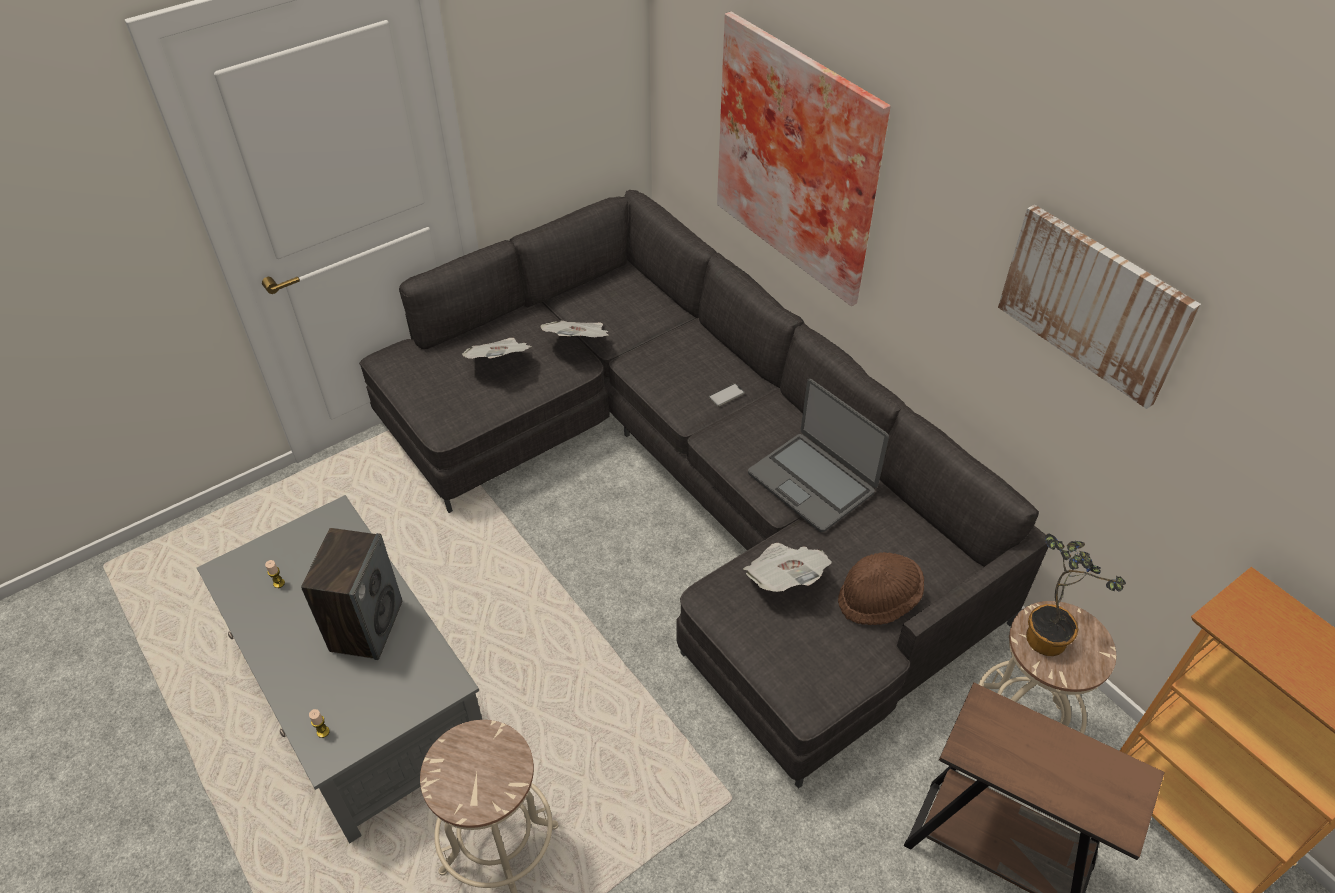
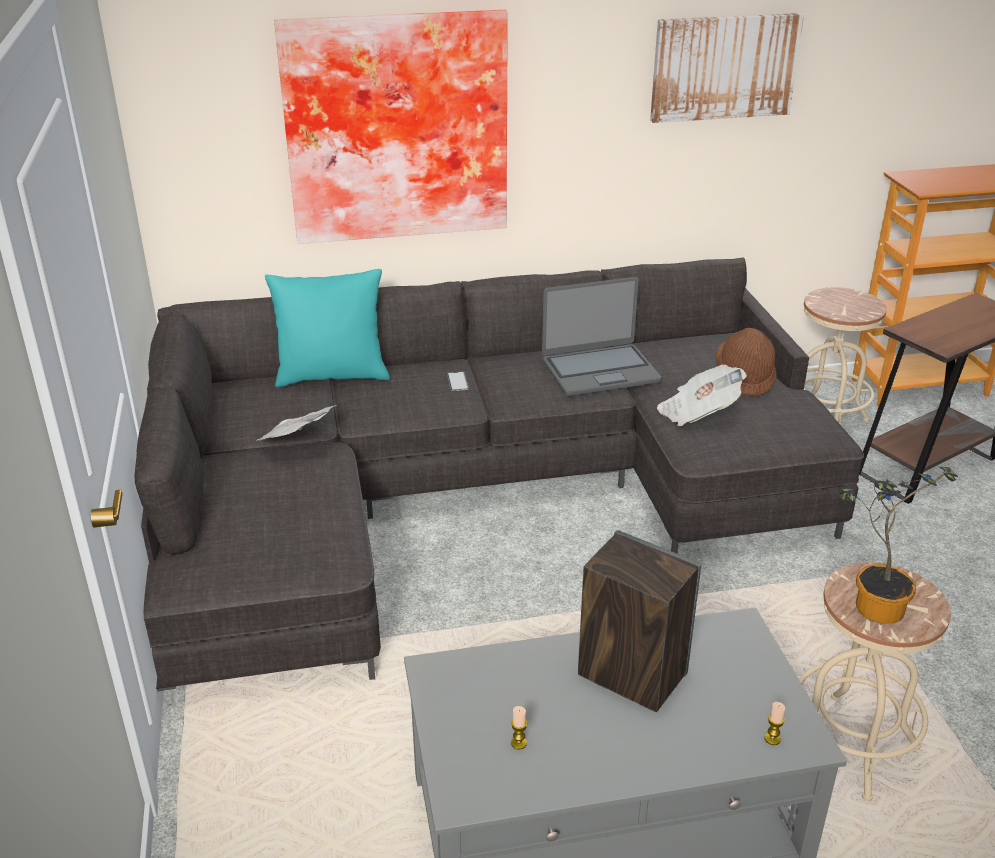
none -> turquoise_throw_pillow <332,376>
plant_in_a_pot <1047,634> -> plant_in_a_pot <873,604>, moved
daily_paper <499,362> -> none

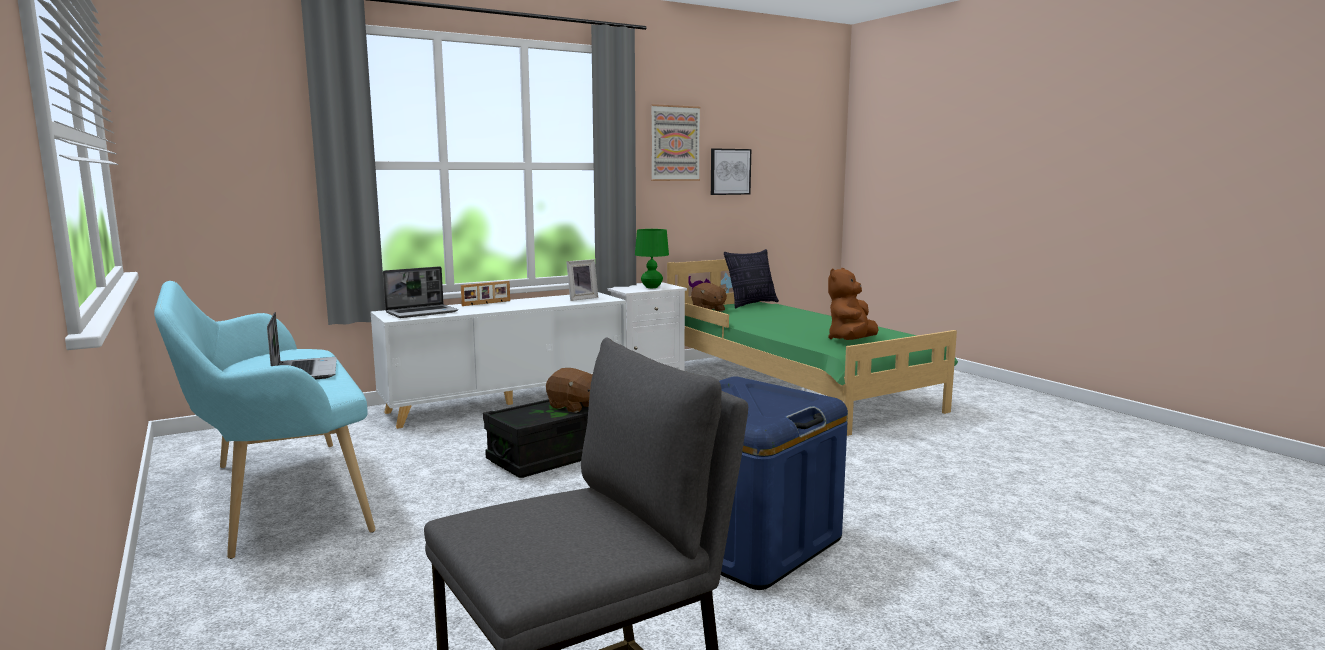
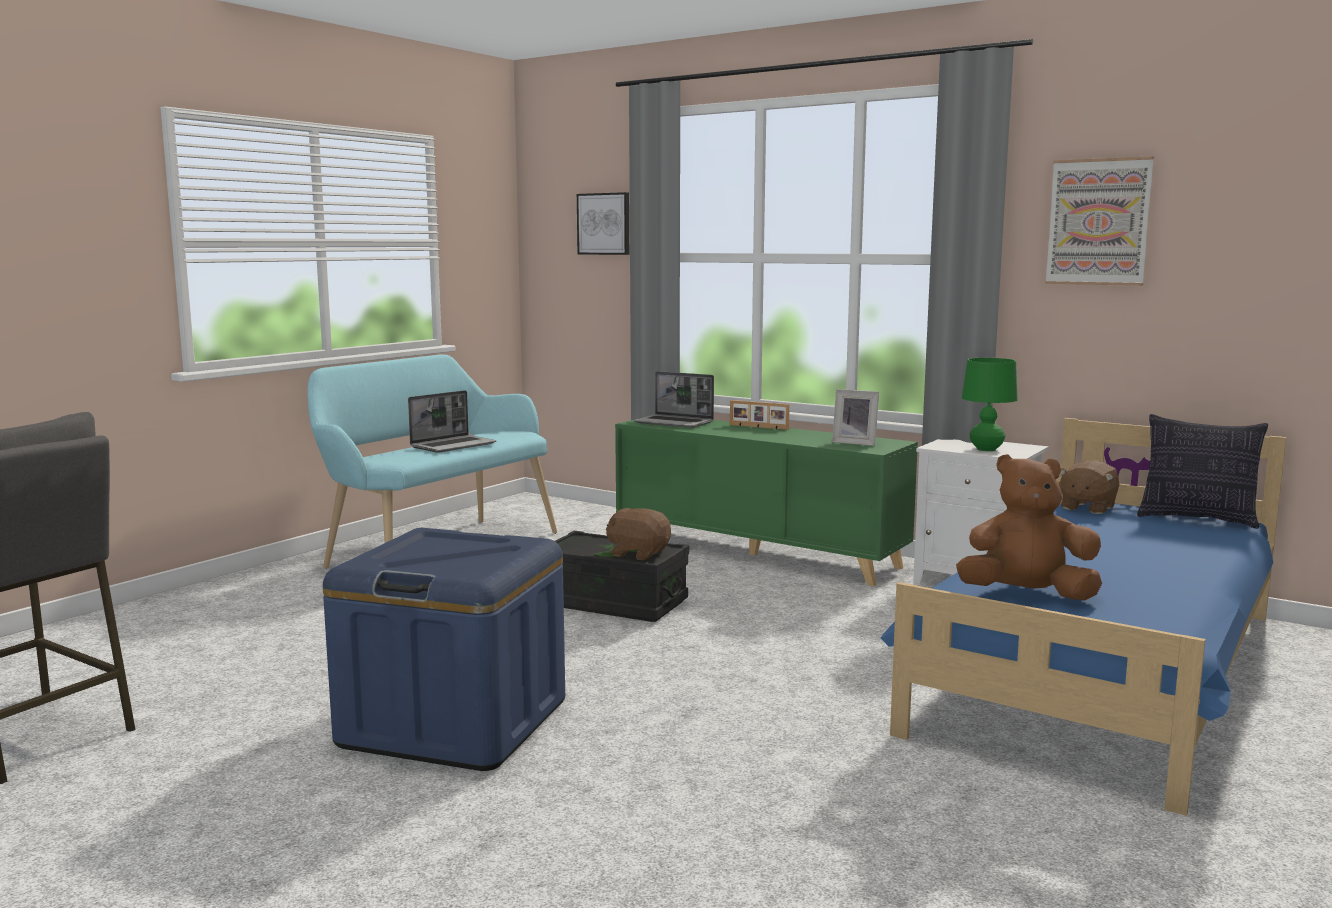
wall_picture <729,171> -> wall_picture <604,224>, moved
brown_cuddly_toy <573,406> -> brown_cuddly_toy <638,553>, 105 degrees clockwise
white_cabinet <508,402> -> green-coloured_cabinet <758,552>
green-coloured_sleeping_bed <795,385> -> bluish_sleeping_bed <1105,671>

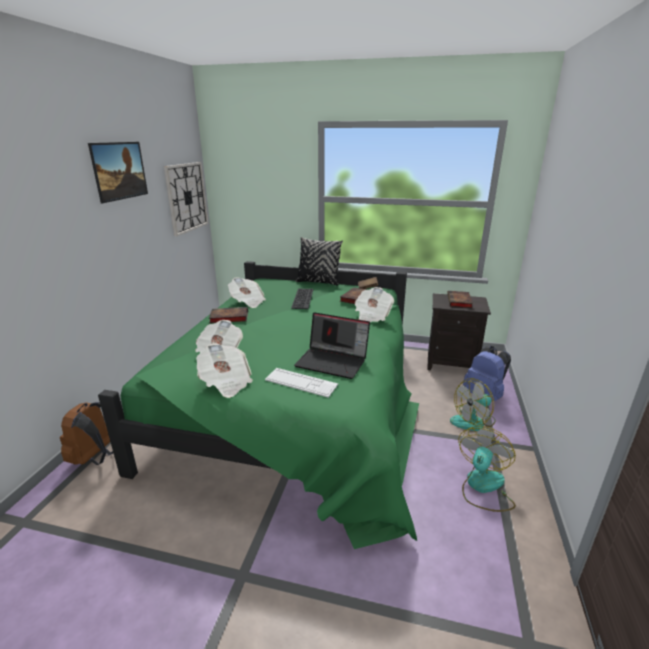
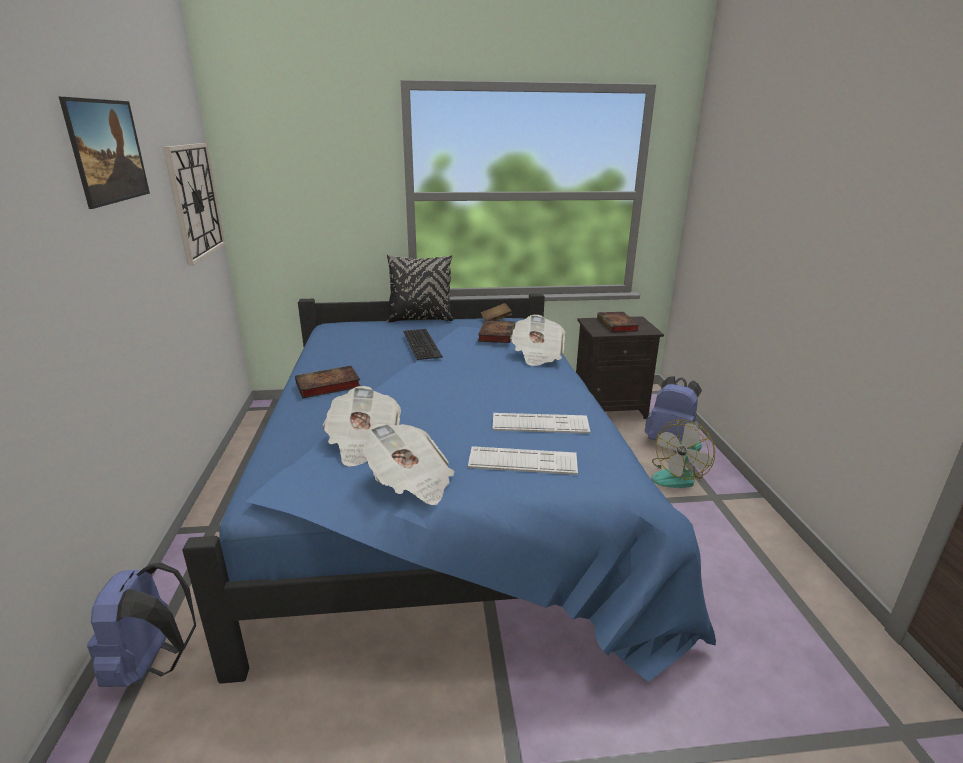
brown_rucksack <96,457> -> bluish_rucksack <152,663>
green-coloured_sleeping_bed <299,404> -> bluish_sleeping_bed <447,499>
notebook_computer <333,361> -> computer_keyboard <540,424>
daily_paper <247,301> -> none
fan <483,487> -> none

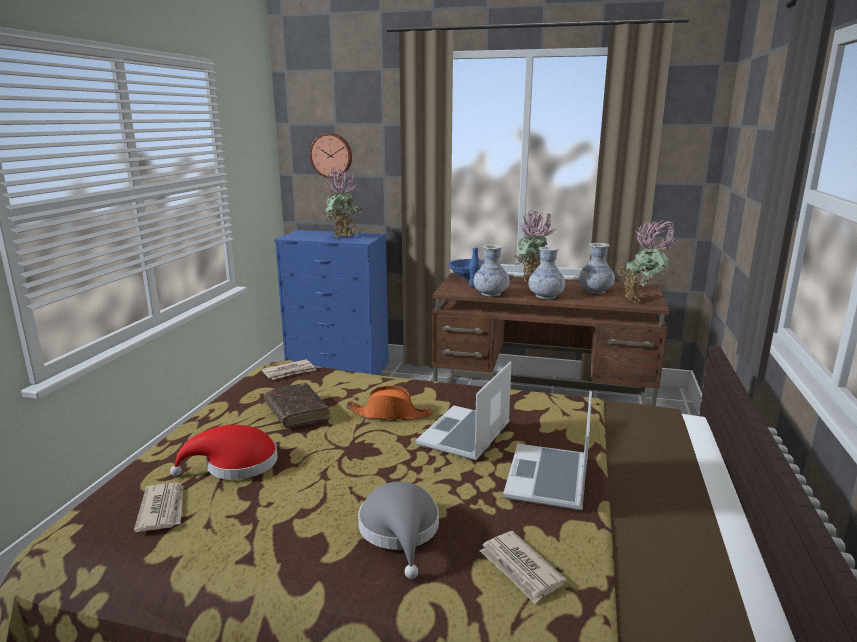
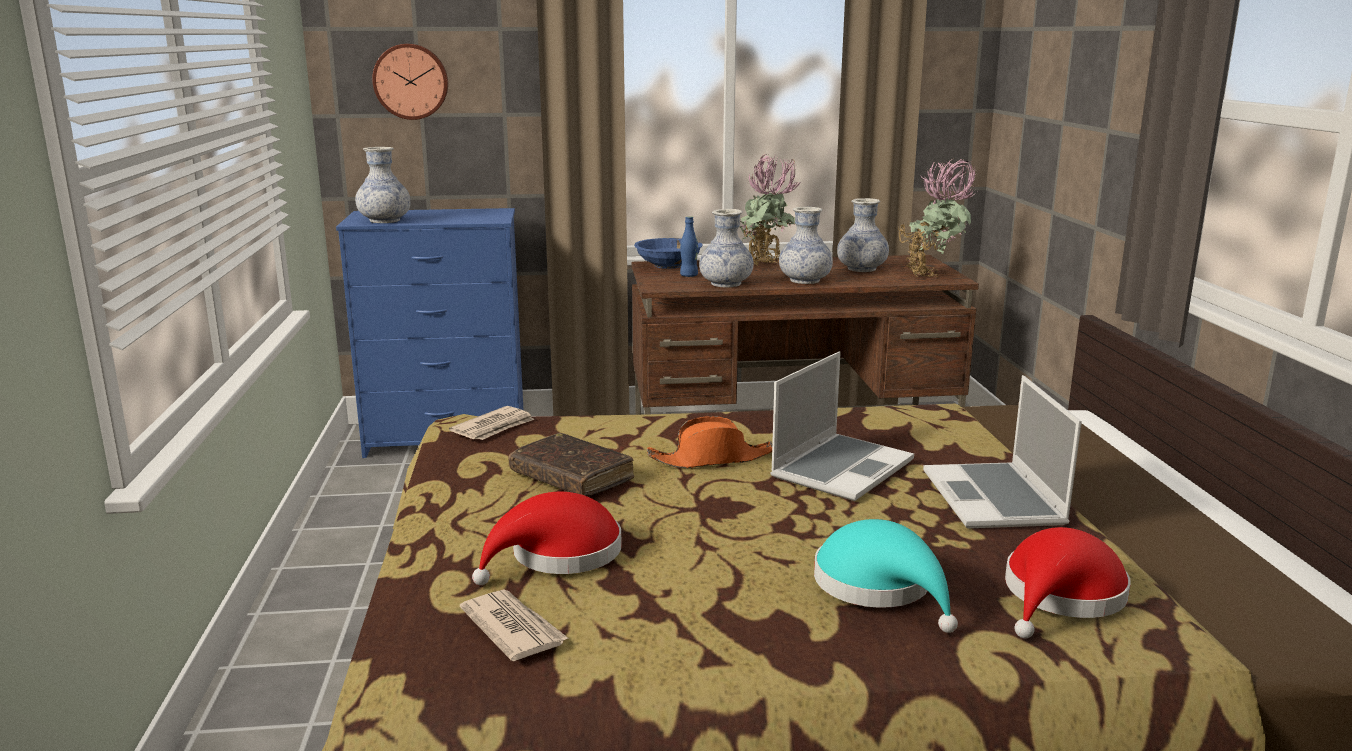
none -> flower_vase <384,221>
notebook_computer <465,435> -> notebook_computer <841,468>, 150 degrees counterclockwise
gray_clothing_hat <400,531> -> turquoise_clothing_hat <879,587>
daily_paper <520,569> -> reddish_clothing_hat <1061,596>
plant_in_a_pot <344,238> -> none

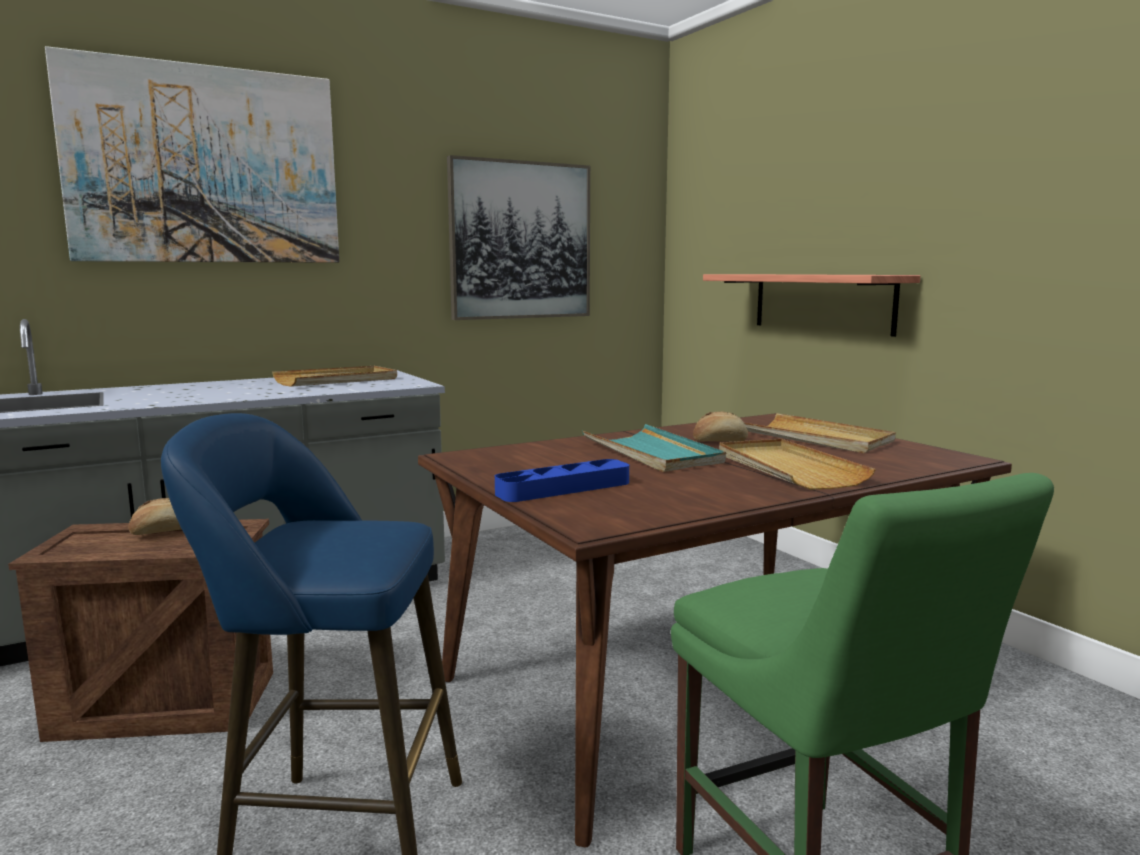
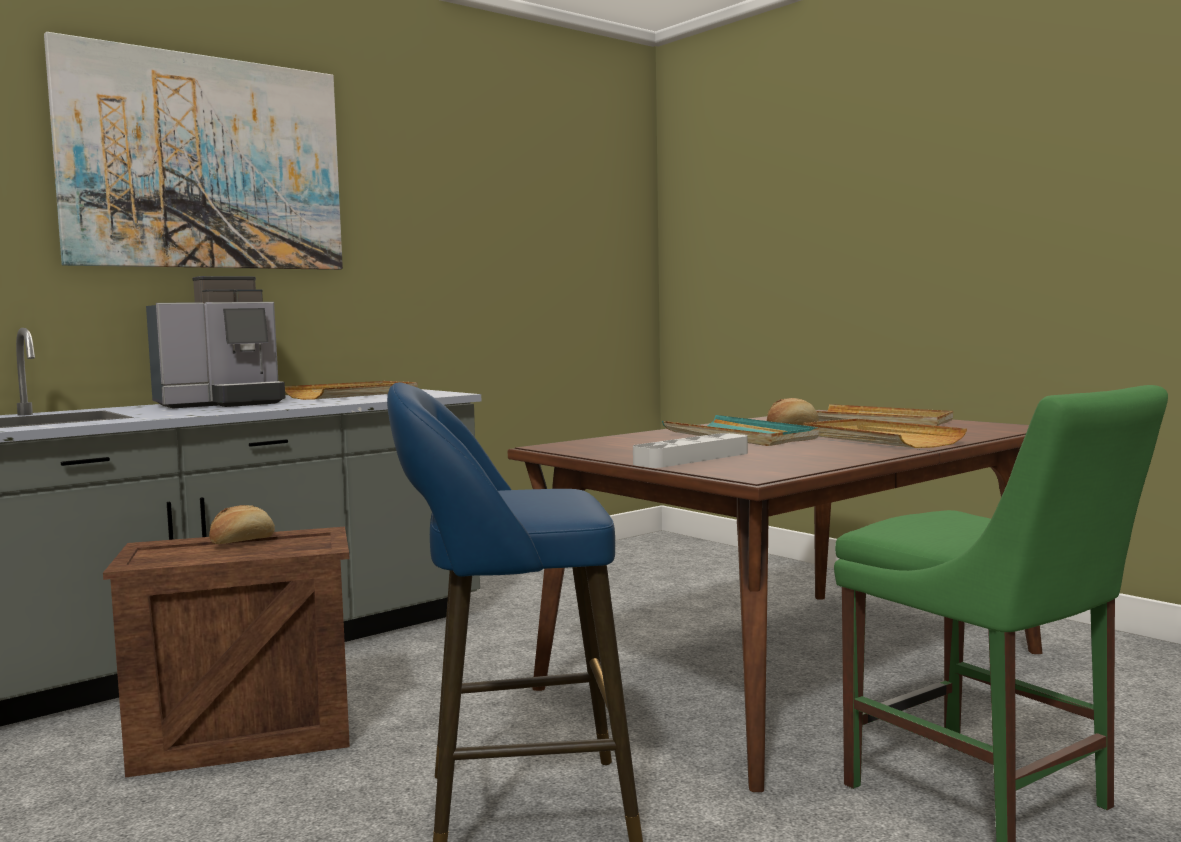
none -> coffee_machine <223,403>
bluish_serving_tray <563,488> -> gray_serving_tray <692,458>
wall_picture <520,241> -> none
bracket_shelf <822,302> -> none

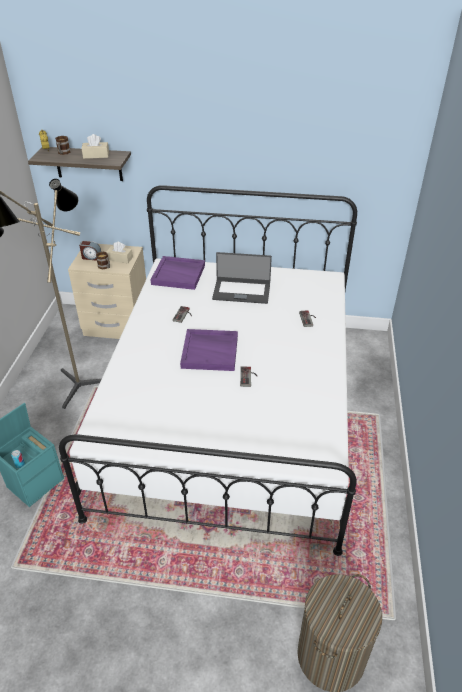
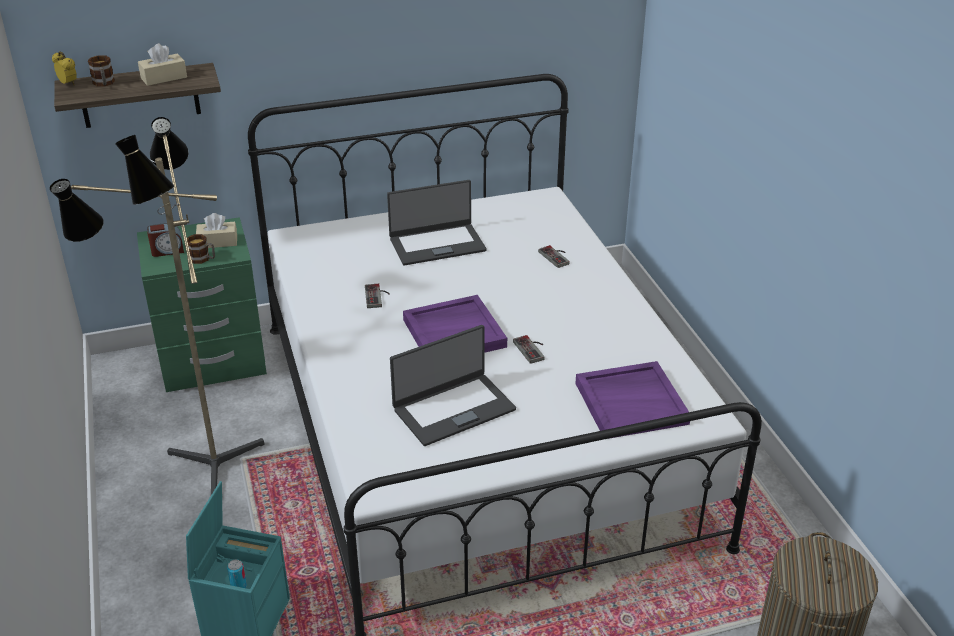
beige_bedside_table <117,325> -> green-coloured_bedside_table <213,362>
none -> notebook_computer <453,409>
purplish_serving_tray <179,274> -> purplish_serving_tray <631,402>, moved

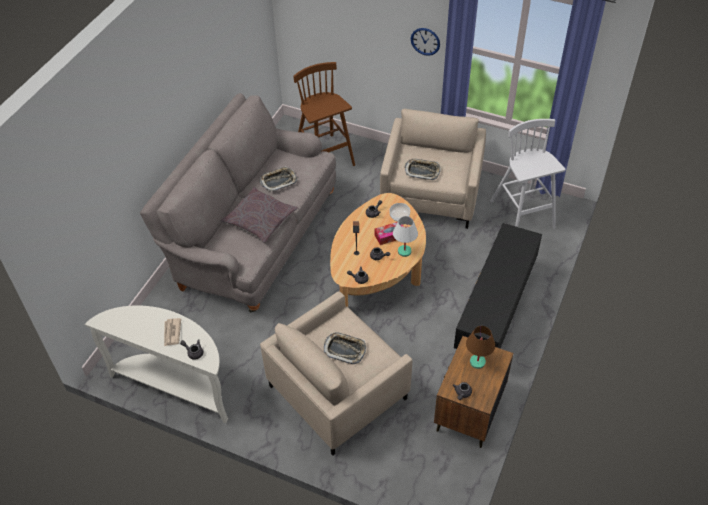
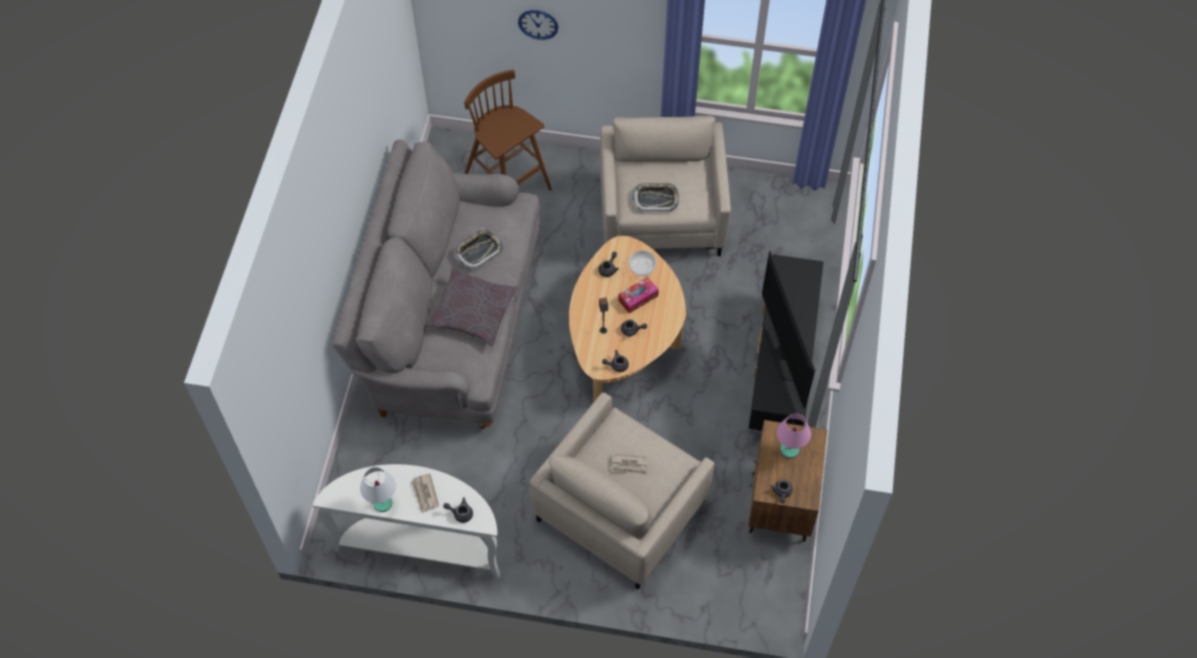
white_lamp_for_a_table <404,251> -> white_lamp_for_a_table <382,503>, moved
hanging_clock <425,41> -> hanging_clock <538,24>, moved
serving_tray <345,350> -> daily_paper <630,465>
none -> TV_set <784,353>
brown_lamp_for_a_table <477,362> -> pink-coloured_lamp_for_a_table <789,450>
white_stool_seat <523,215> -> none

